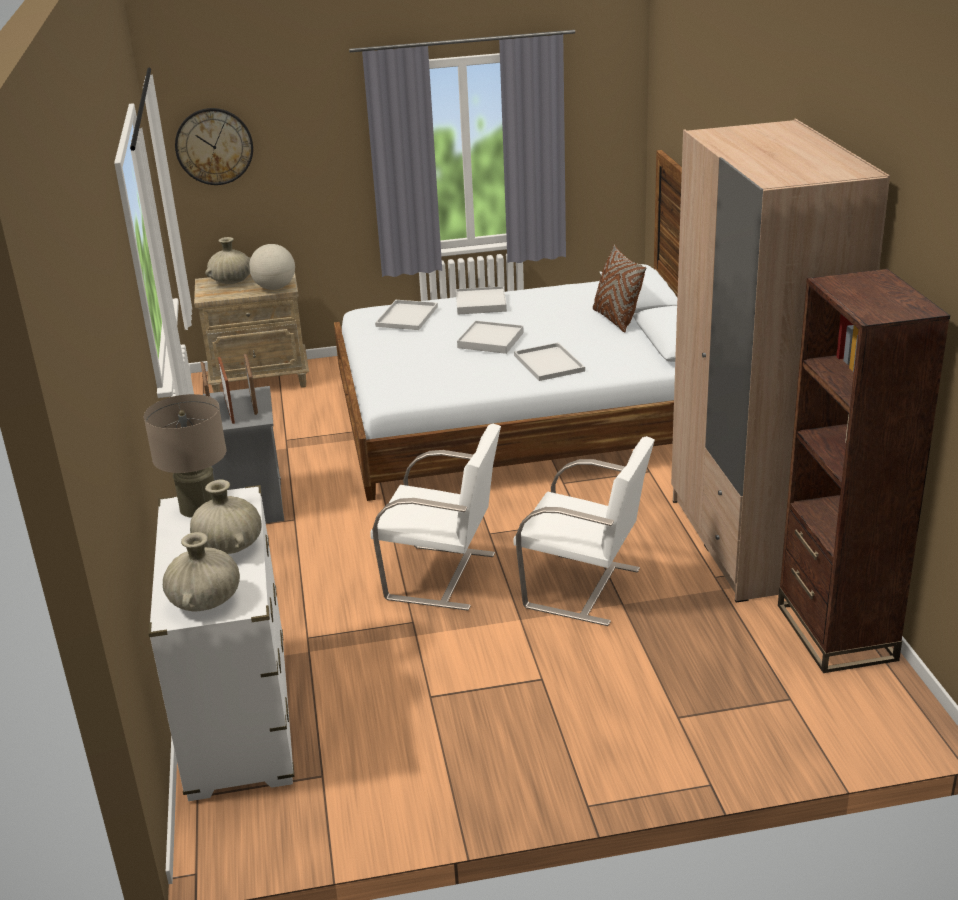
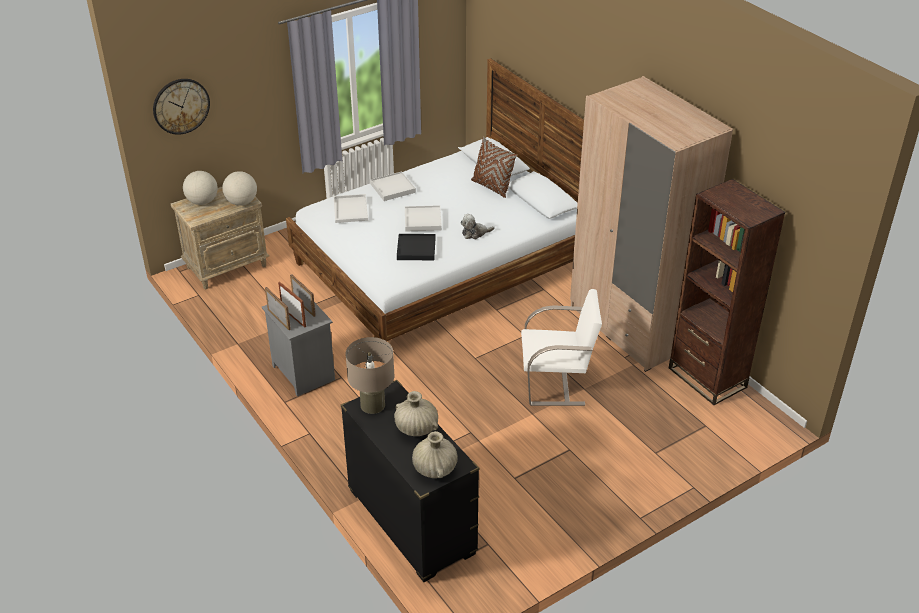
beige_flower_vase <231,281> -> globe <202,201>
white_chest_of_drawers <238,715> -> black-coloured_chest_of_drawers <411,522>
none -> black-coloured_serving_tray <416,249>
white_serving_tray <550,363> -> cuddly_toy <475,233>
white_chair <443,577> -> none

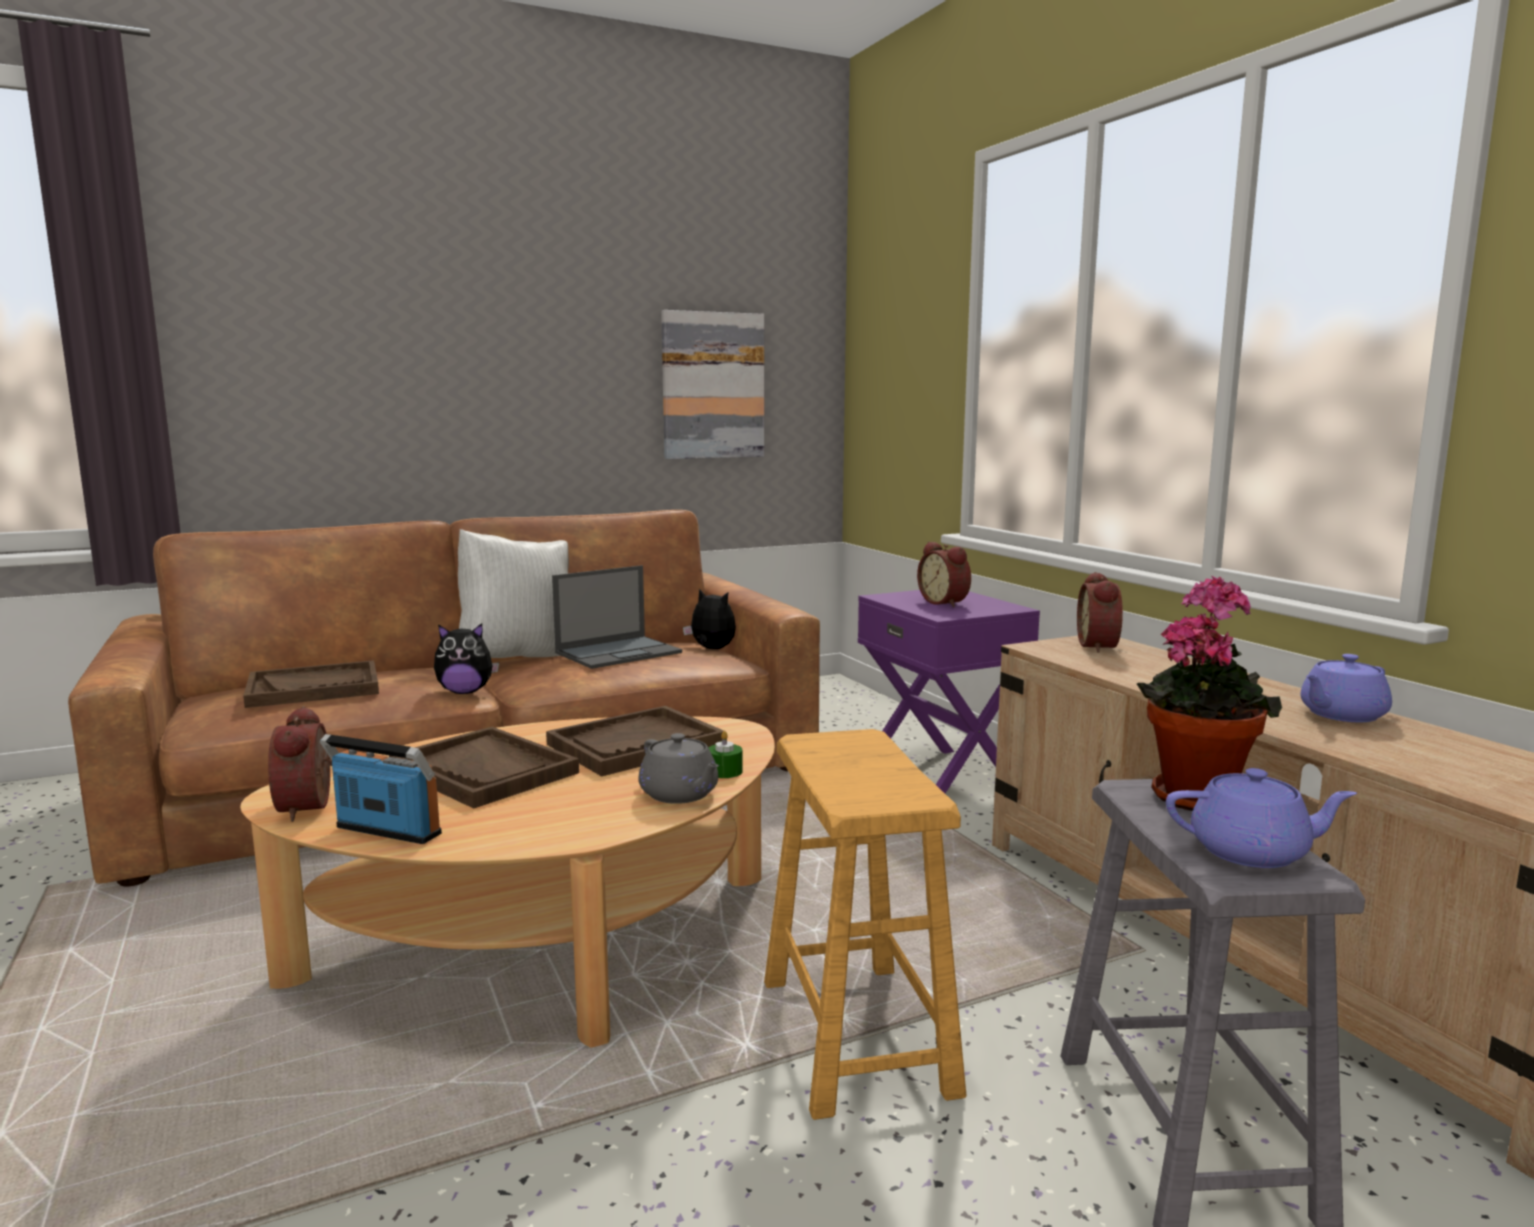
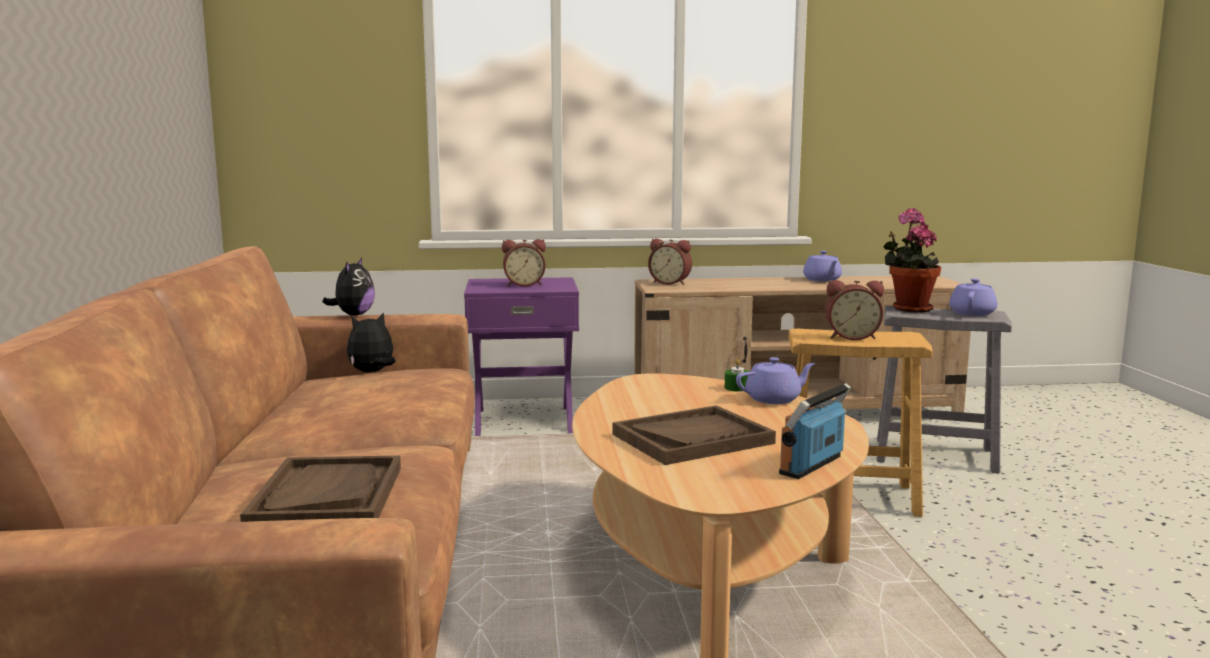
cuddly_toy <465,692> -> cuddly_toy <353,315>, moved
gray_teapot <680,794> -> purplish_teapot <774,399>
bedside_clock <311,807> -> bedside_clock <851,337>, moved
white_throw_pillow <519,658> -> none
brown_serving_tray <636,745> -> none
notebook_computer <619,652> -> none
wall_picture <712,386> -> none

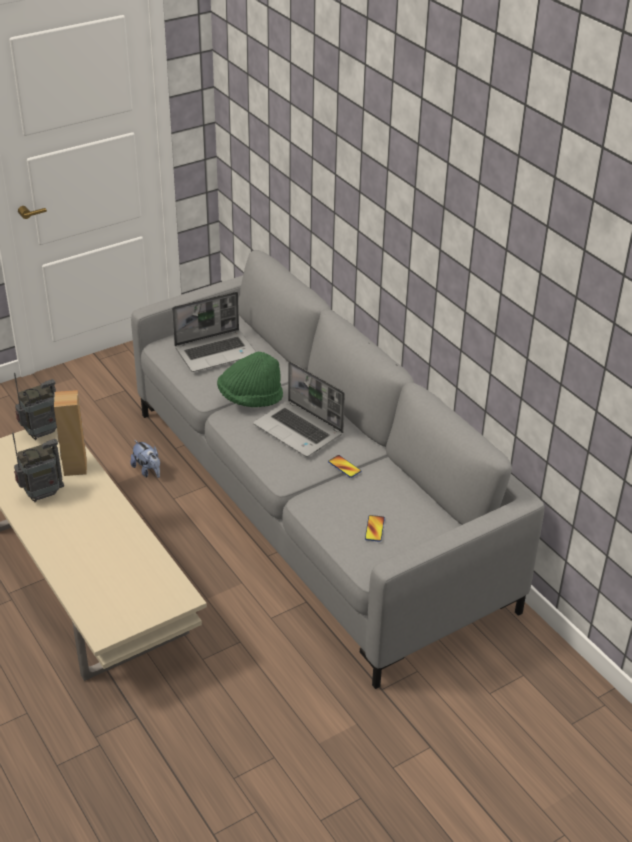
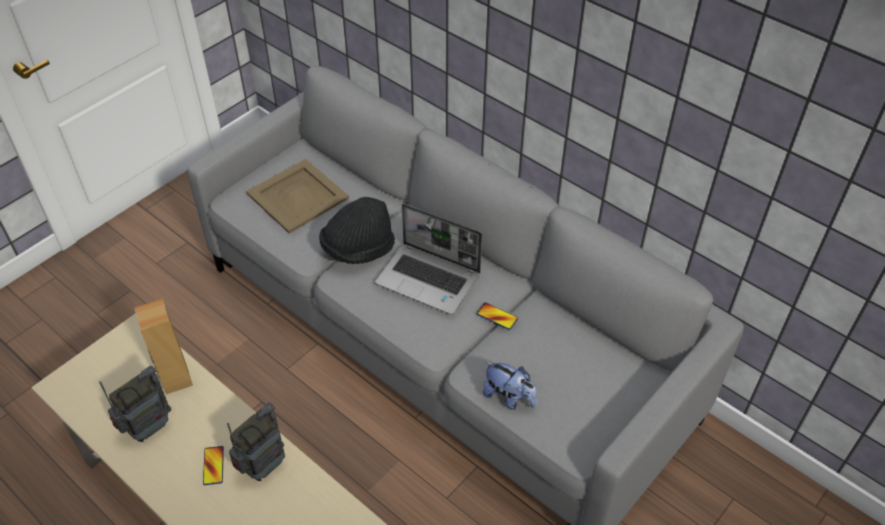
telephone <374,529> -> telephone <213,466>, moved
radio_receiver <42,434> -> radio_receiver <264,466>, moved
notebook_computer <216,352> -> beige_serving_tray <298,195>
green-coloured_clothing_hat <250,398> -> black-coloured_clothing_hat <358,248>
cuddly_toy <148,471> -> cuddly_toy <509,397>, moved

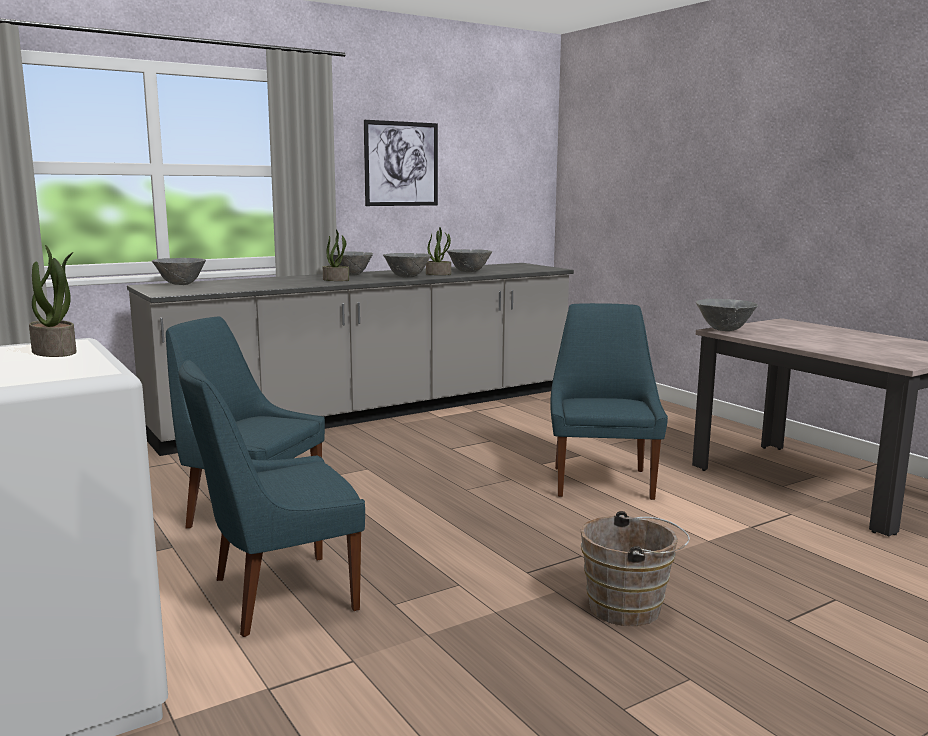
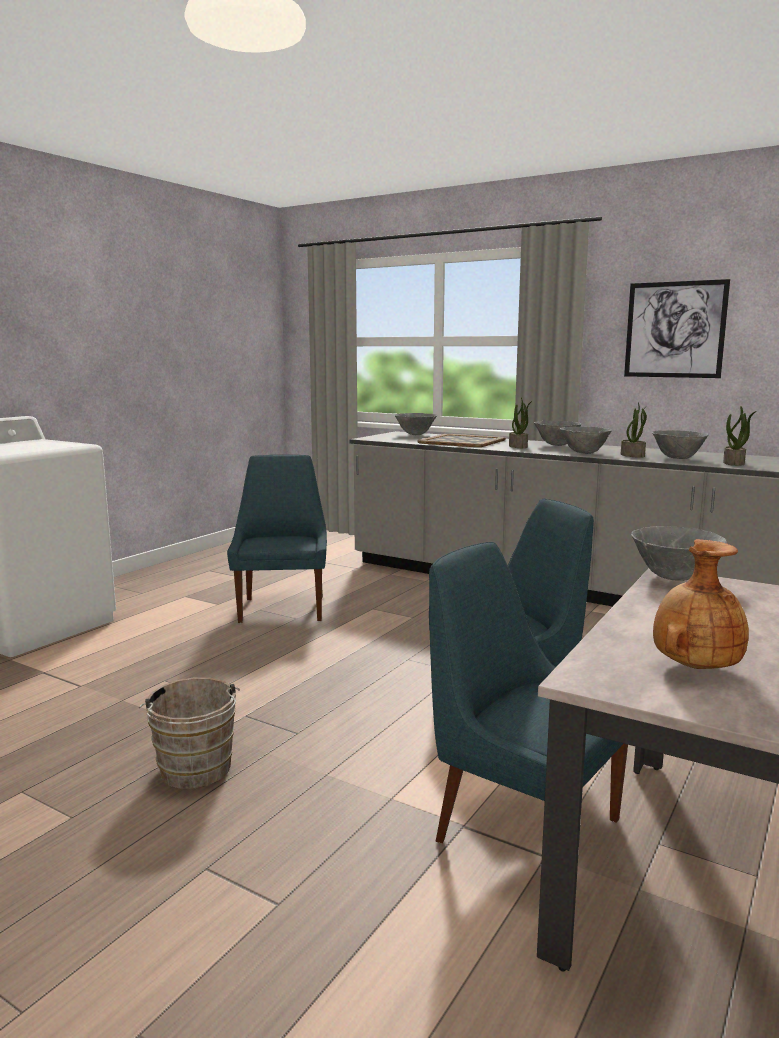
none -> serving_tray <462,441>
bluish_chair <278,595> -> bluish_chair <521,827>, moved
none -> brown_flower_vase <694,667>
plant_in_a_pot <55,352> -> plant_in_a_pot <734,463>, moved

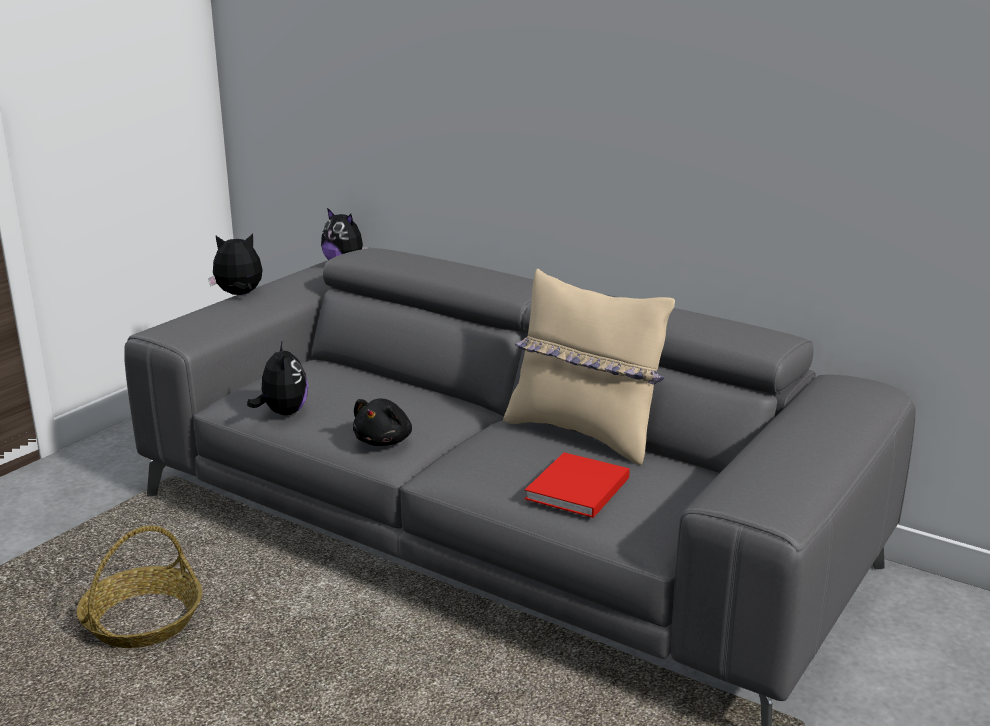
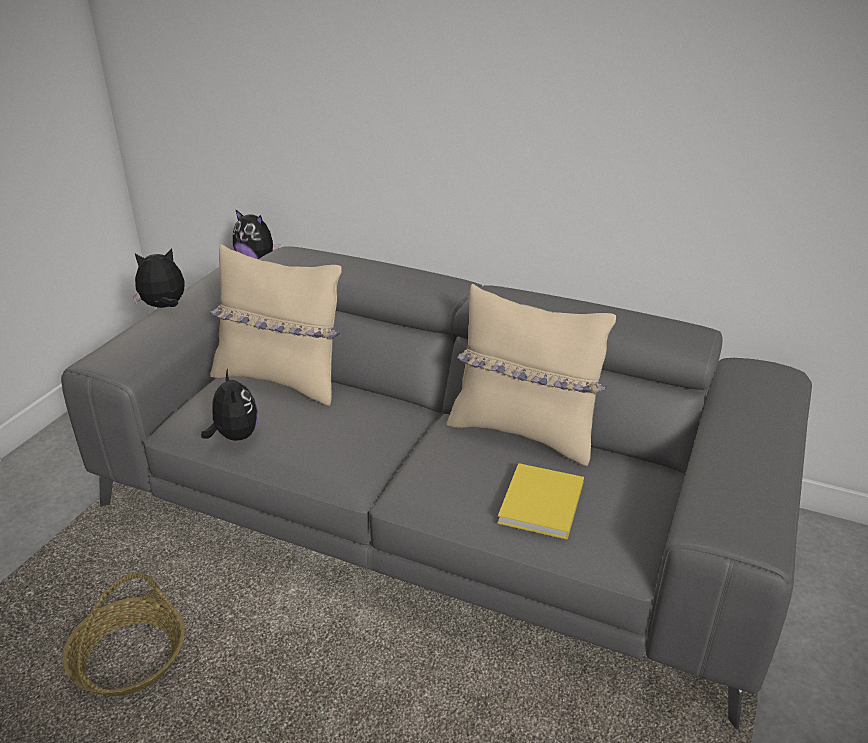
none -> beige_throw_pillow <281,380>
reddish_bound_book <576,489> -> yellow_bound_book <540,505>
black-coloured_cuddly_toy <384,441> -> none

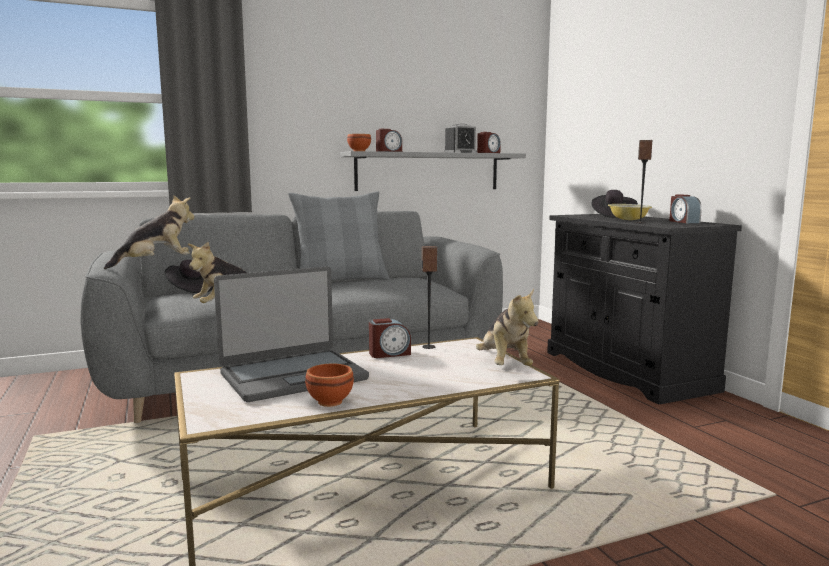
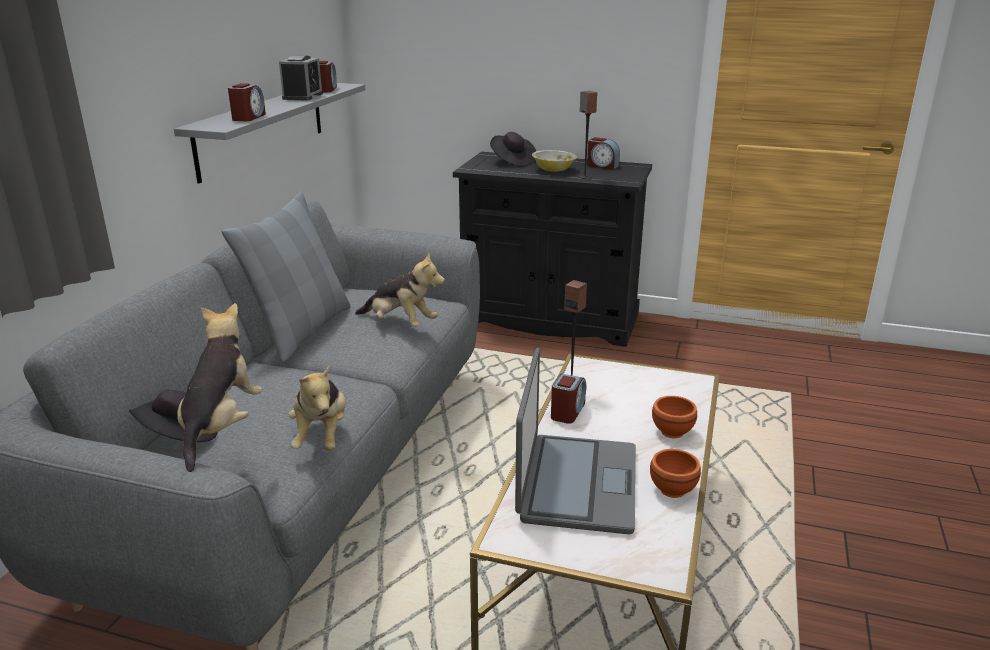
cuddly_toy <504,365> -> cuddly_toy <400,324>, moved
brown_bowl <358,151> -> brown_bowl <671,432>, moved

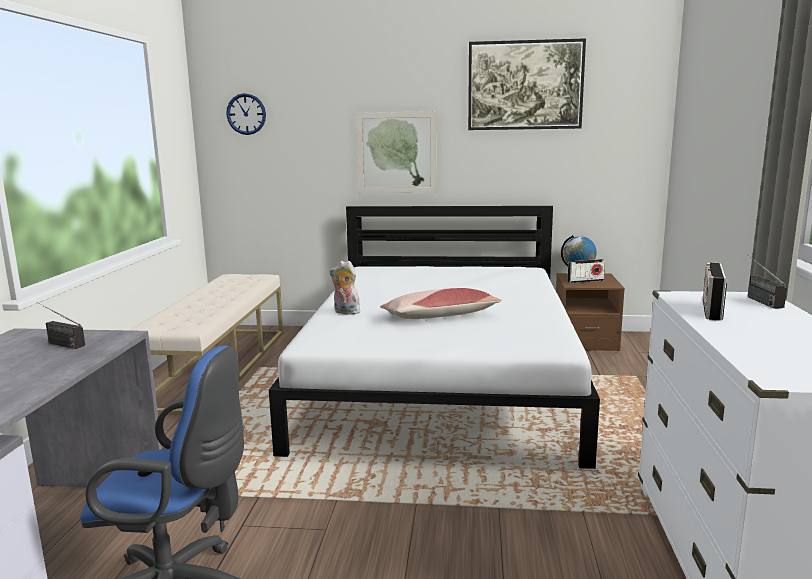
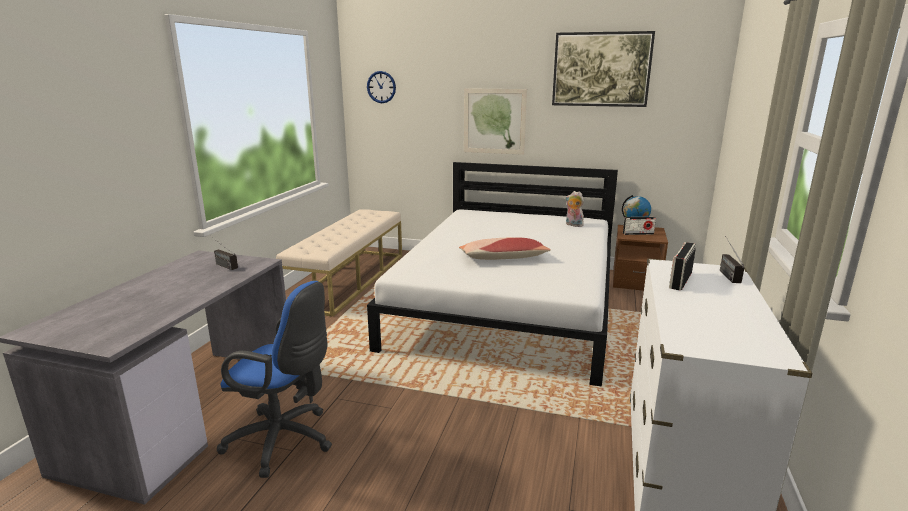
cuddly_toy <345,312> -> cuddly_toy <573,225>, moved

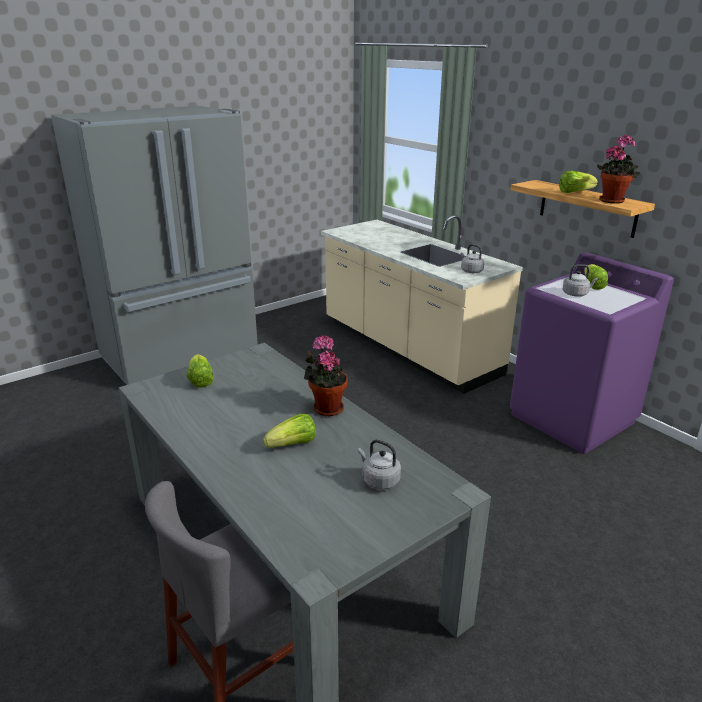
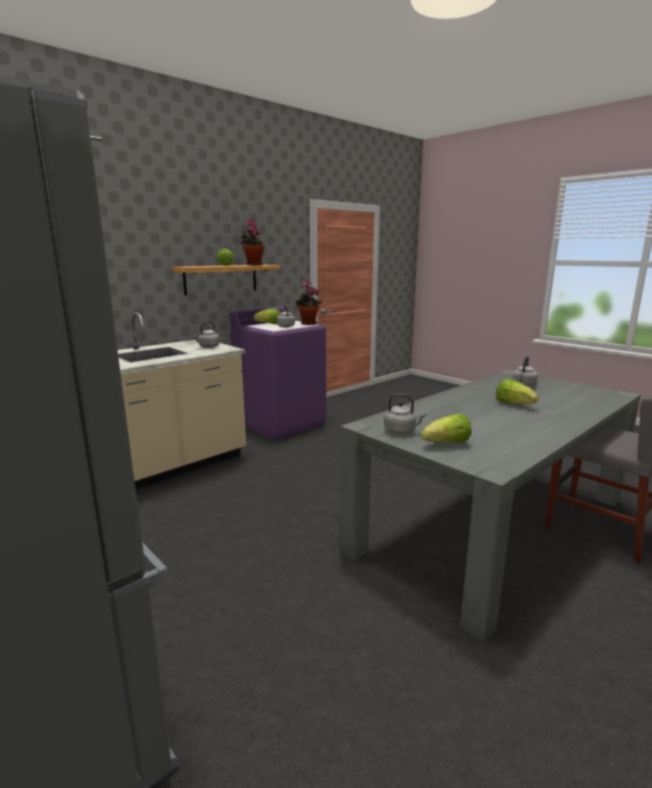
plant_in_a_pot <326,408> -> plant_in_a_pot <308,324>, moved
none -> gray_water_kettle <401,431>

